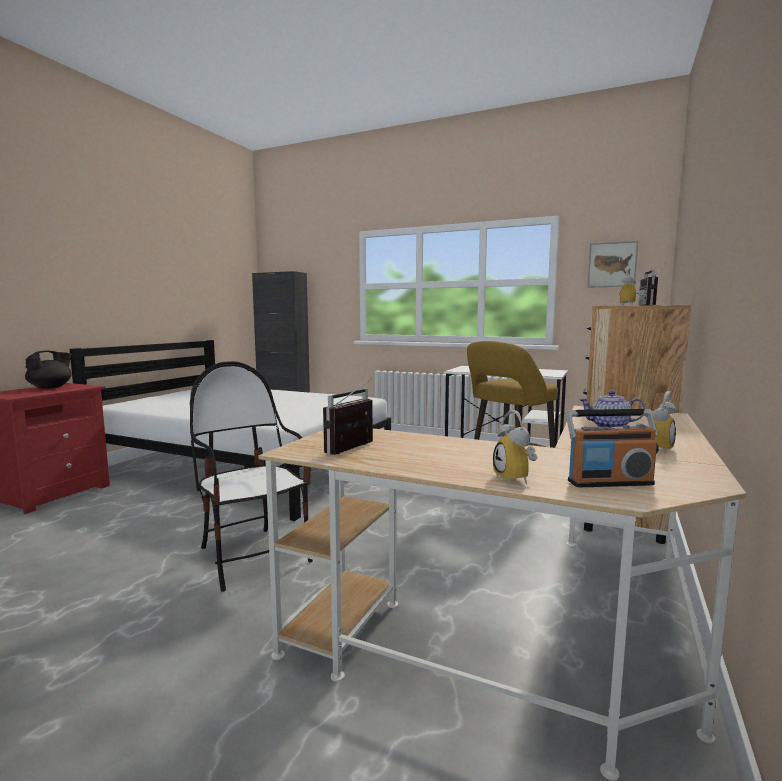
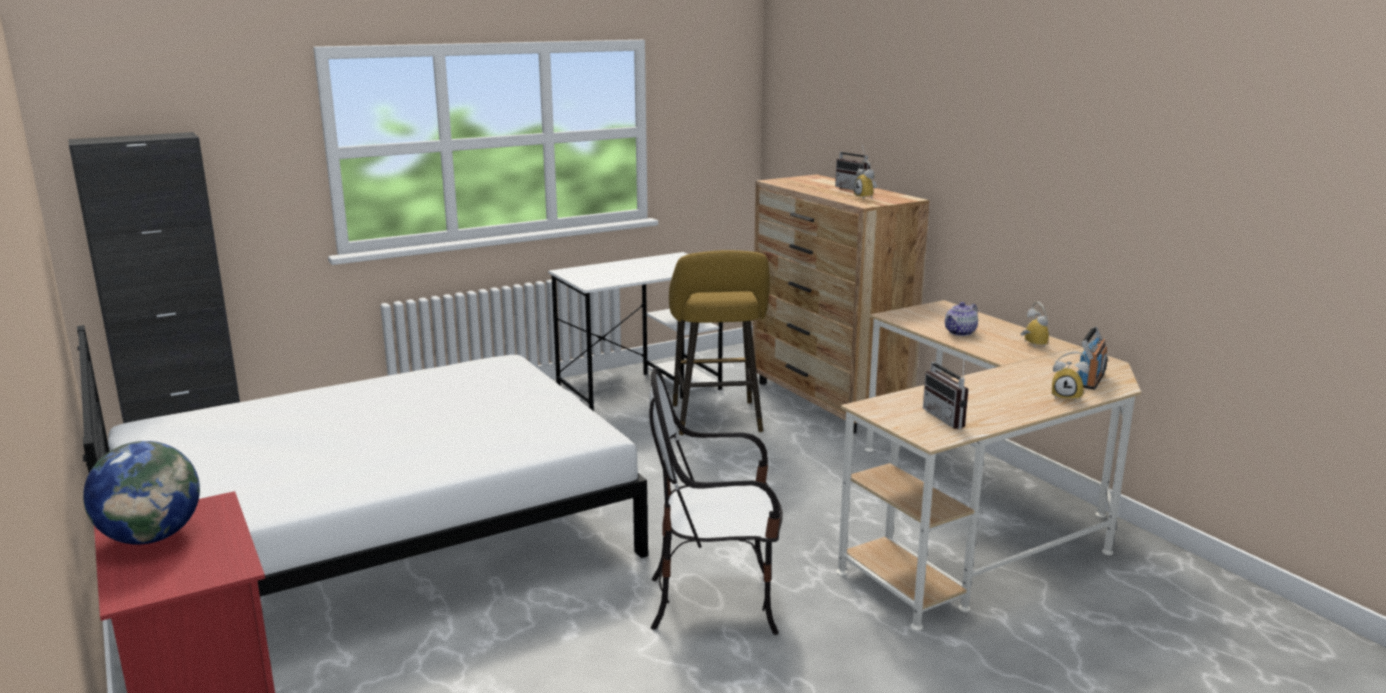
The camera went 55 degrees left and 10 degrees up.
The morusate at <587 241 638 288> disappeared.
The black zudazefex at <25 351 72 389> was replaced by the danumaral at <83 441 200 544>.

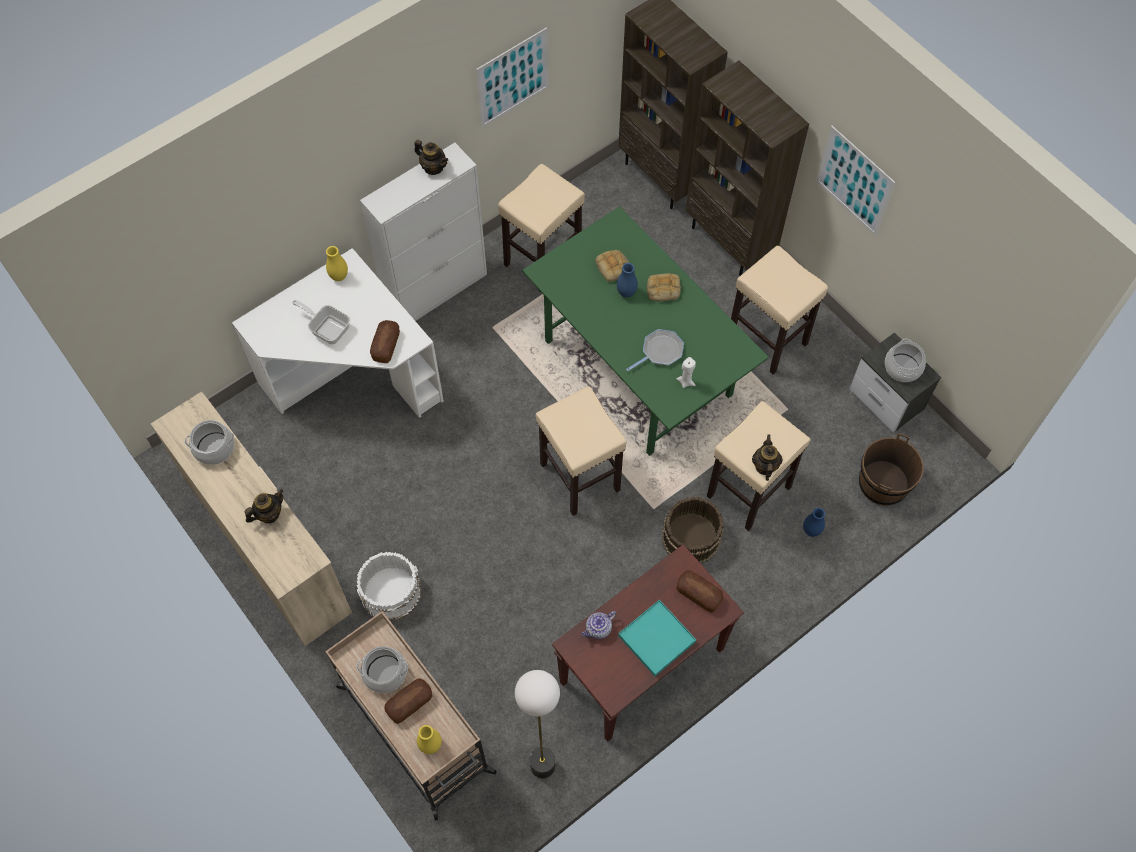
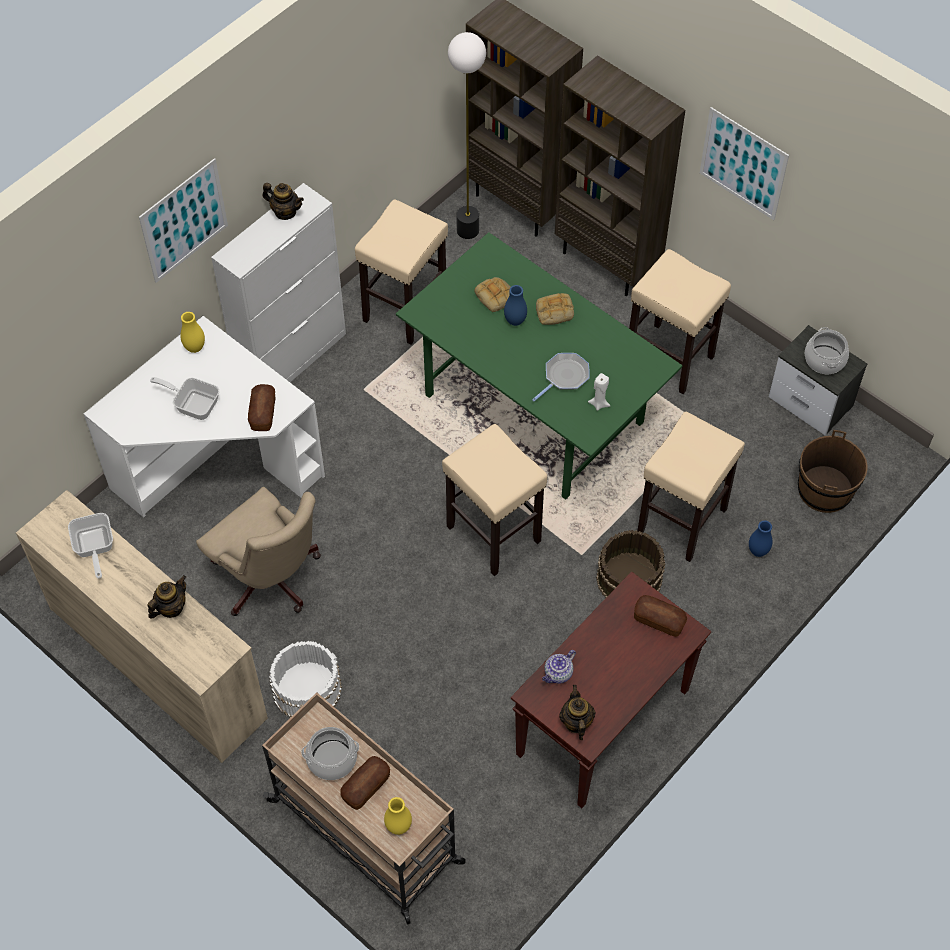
The camera went 10 degrees left and 5 degrees down.
The morusate moved from <476 27 548 128> to <139 158 228 283>.
The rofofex at <185 420 234 465> was replaced by the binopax at <68 513 113 579>.
The zudazefex moved from <752 434 783 481> to <559 685 596 740>.
The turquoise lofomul at <618 600 696 676> disappeared.
The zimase moved from <515 670 560 778> to <448 32 486 239>.
The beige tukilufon at <196 487 321 616> appeared.

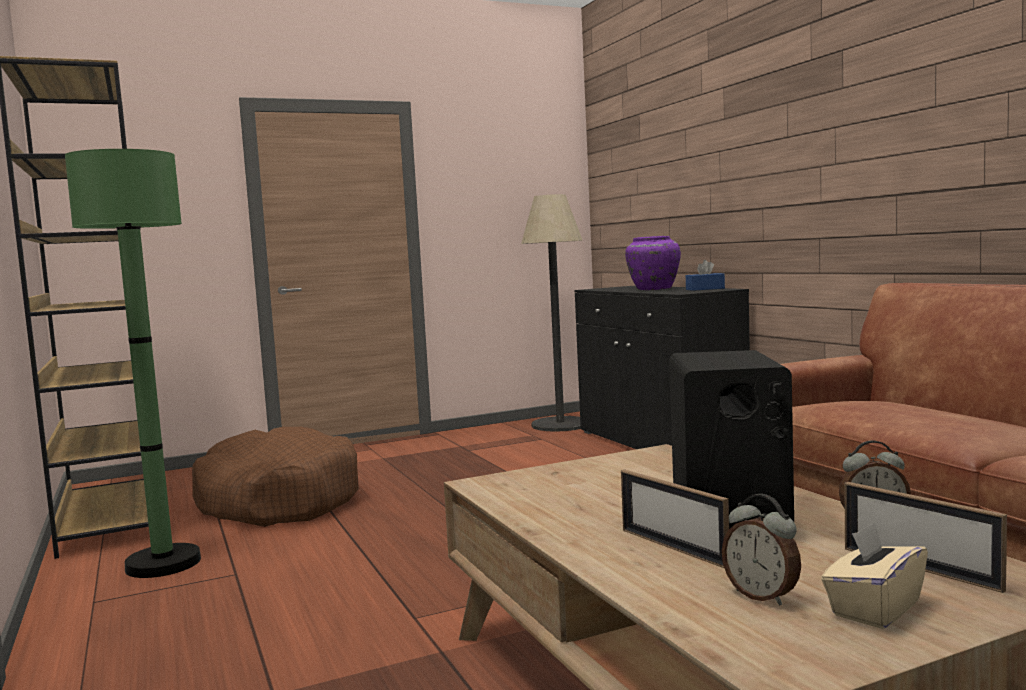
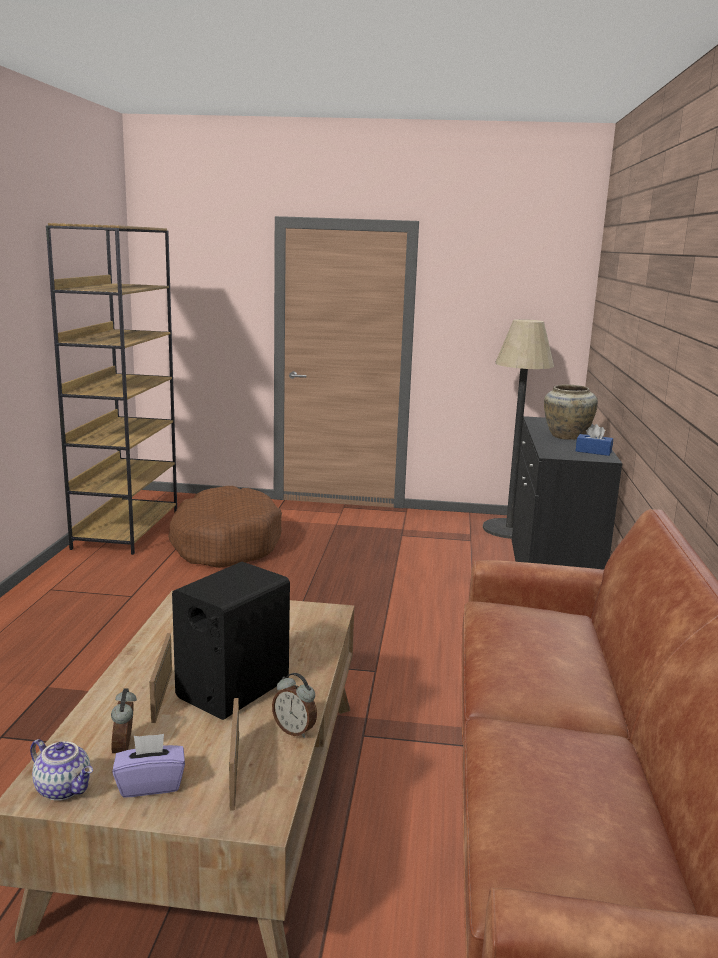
The camera went 30 degrees right and 10 degrees up.
The green zimase at <65 149 201 578> disappeared.
The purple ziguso at <625 236 681 290> became the beige ziguso at <544 384 598 440>.
The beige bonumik at <821 522 928 629> became the purple bonumik at <112 734 185 797>.
The zudazefex at <30 739 93 801> appeared.

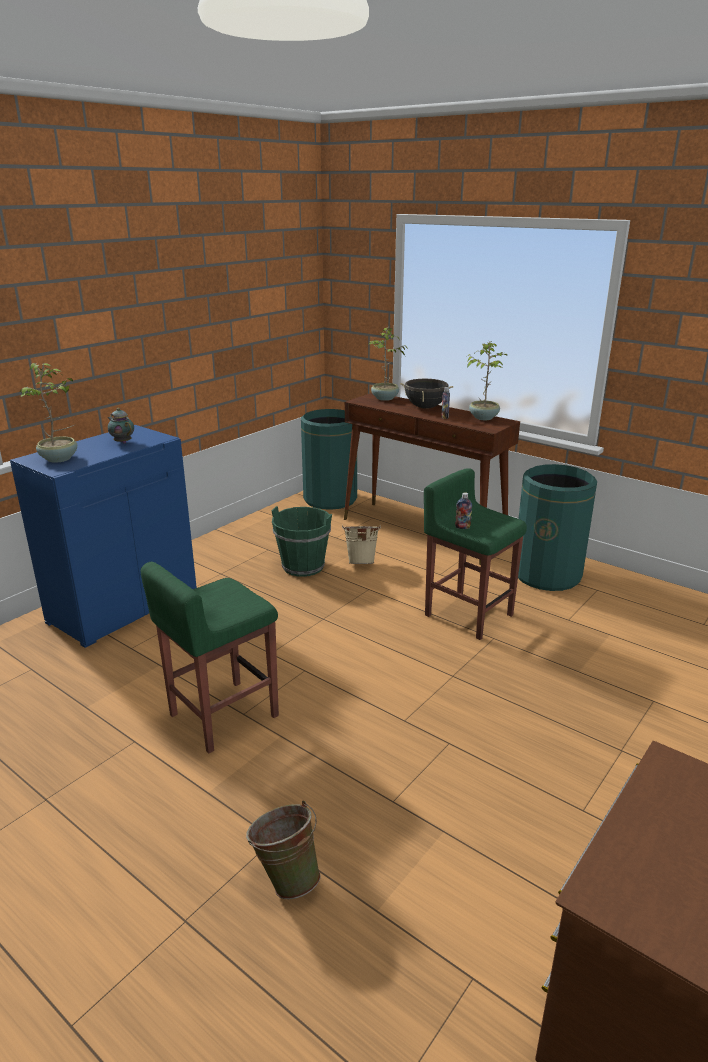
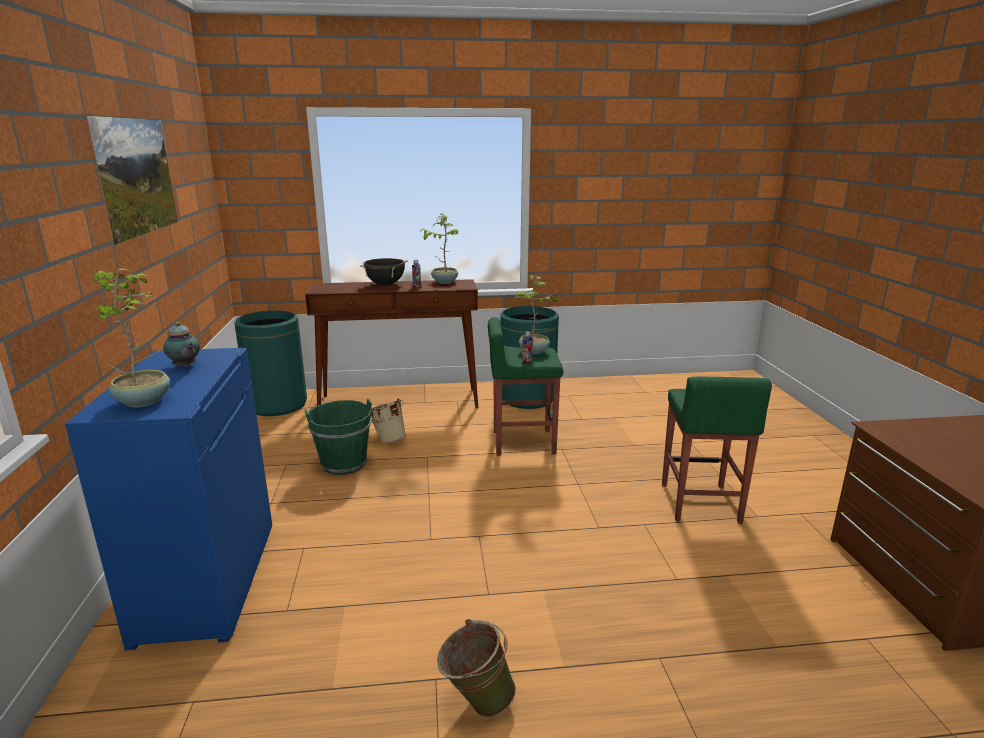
The camera went 45 degrees left and 5 degrees down.
The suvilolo moved from <368 327 408 401> to <515 275 562 355>.
The zudazefex at <108 408 134 443> turned 135 degrees counterclockwise.
The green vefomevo moved from <141 562 279 754> to <662 377 772 524>.
The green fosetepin moved from <246 801 321 899> to <437 619 516 717>.
The morusate at <87 116 178 245> appeared.

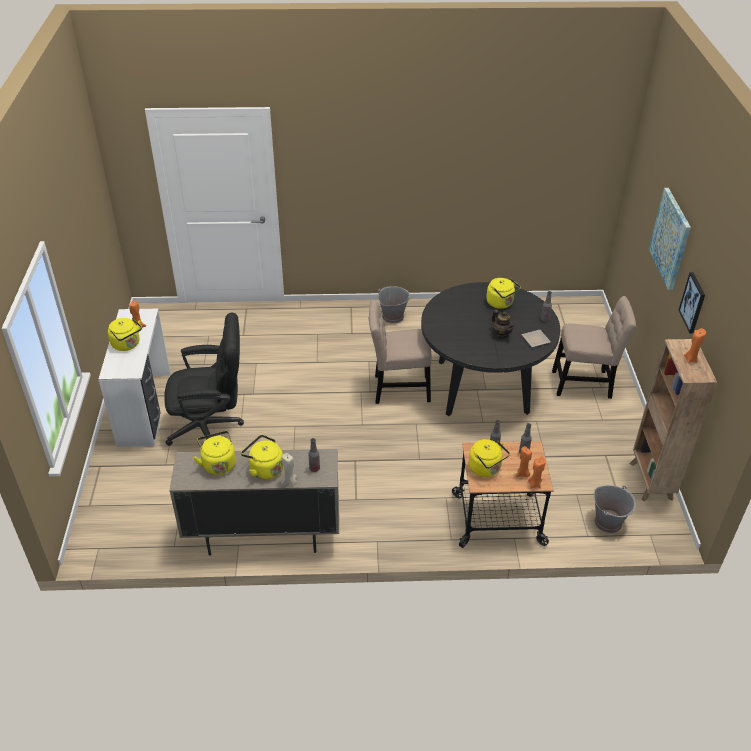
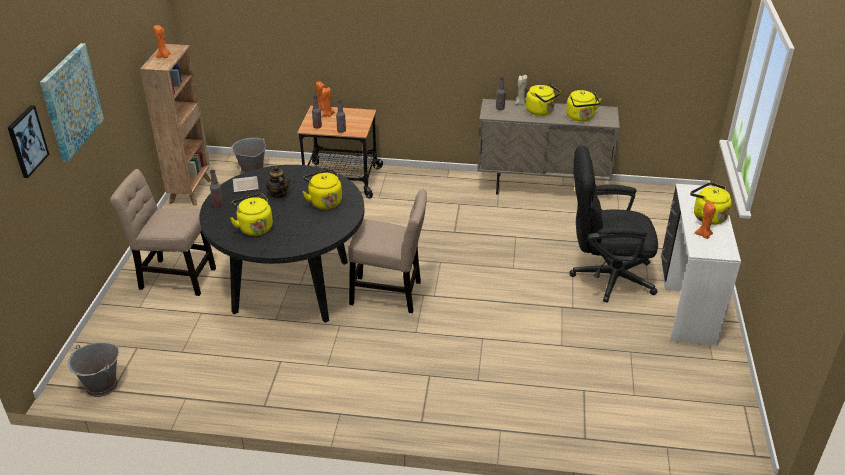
The camera went 170 degrees left and 5 degrees down.
The morusate moved from <679 272 705 333> to <8 105 50 178>.
The grey fosetepin moved from <378 286 410 323> to <68 343 119 397>.
The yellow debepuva moved from <469 439 510 477> to <303 169 342 209>.

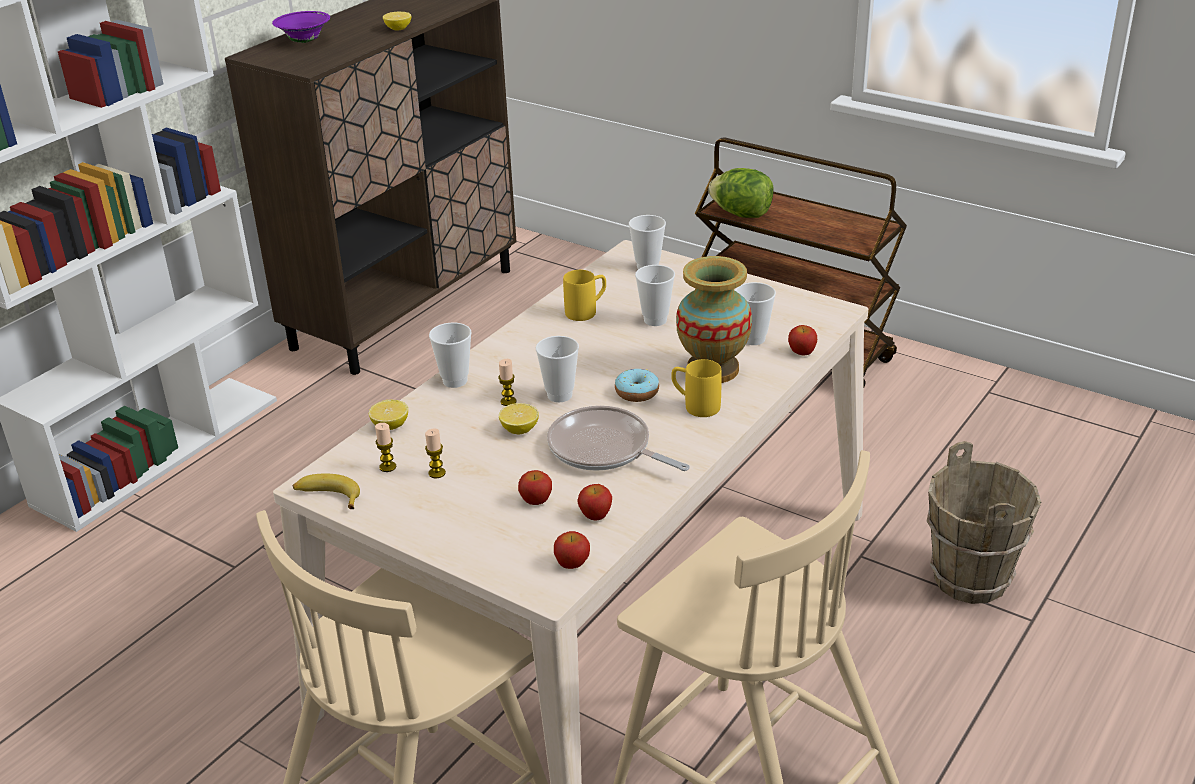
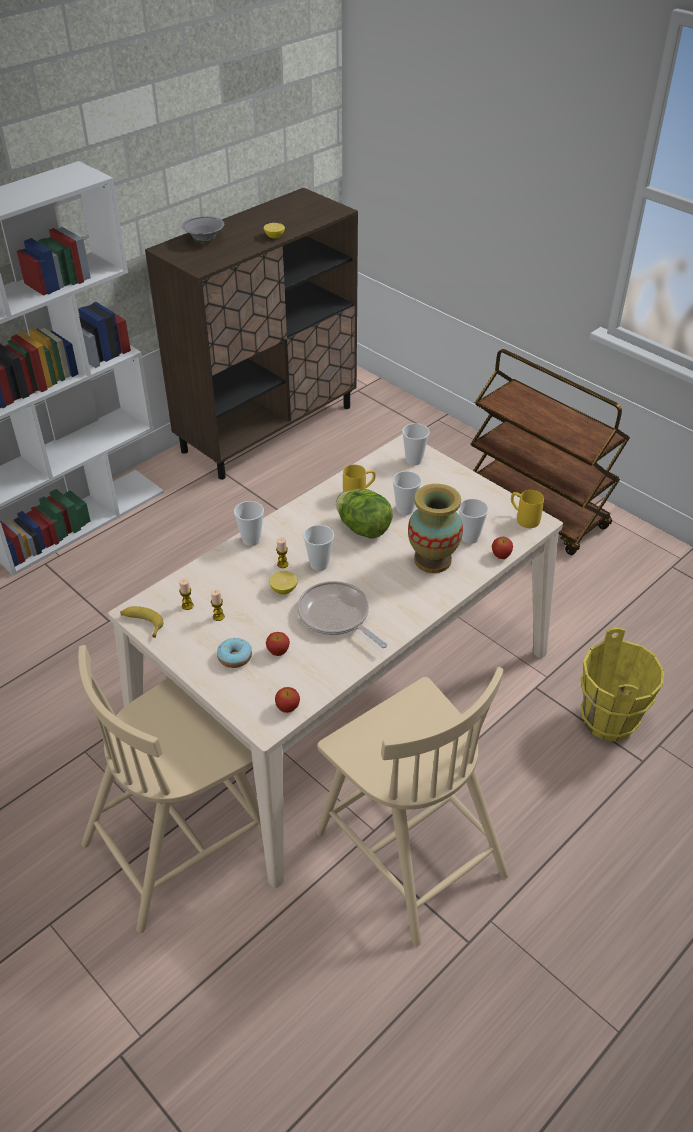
The camera went 10 degrees right and 10 degrees up.
The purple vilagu at <272 11 330 43> became the grey vilagu at <182 216 224 242>.
The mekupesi moved from <708 168 774 218> to <336 489 393 539>.
The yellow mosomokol moved from <671 359 722 417> to <511 490 544 528>.
The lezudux moved from <615 369 659 402> to <217 638 252 668>.
The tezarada at <369 400 408 430> disappeared.
The brown fosetepin at <927 441 1041 604> became the yellow fosetepin at <580 627 664 742>.
The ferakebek at <577 484 612 521> disappeared.

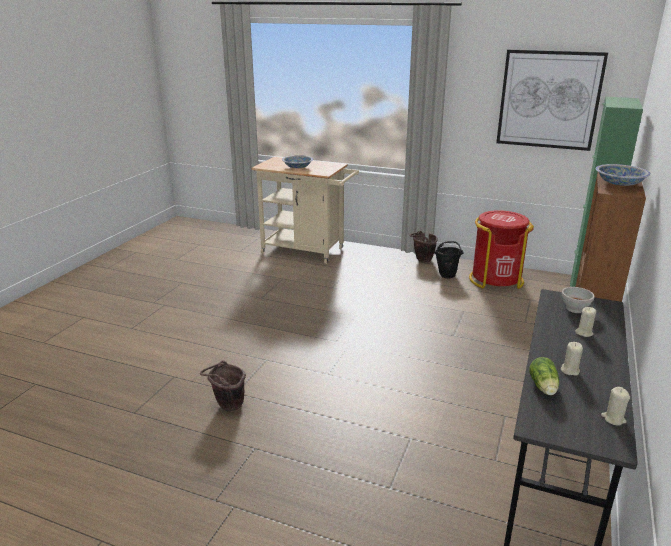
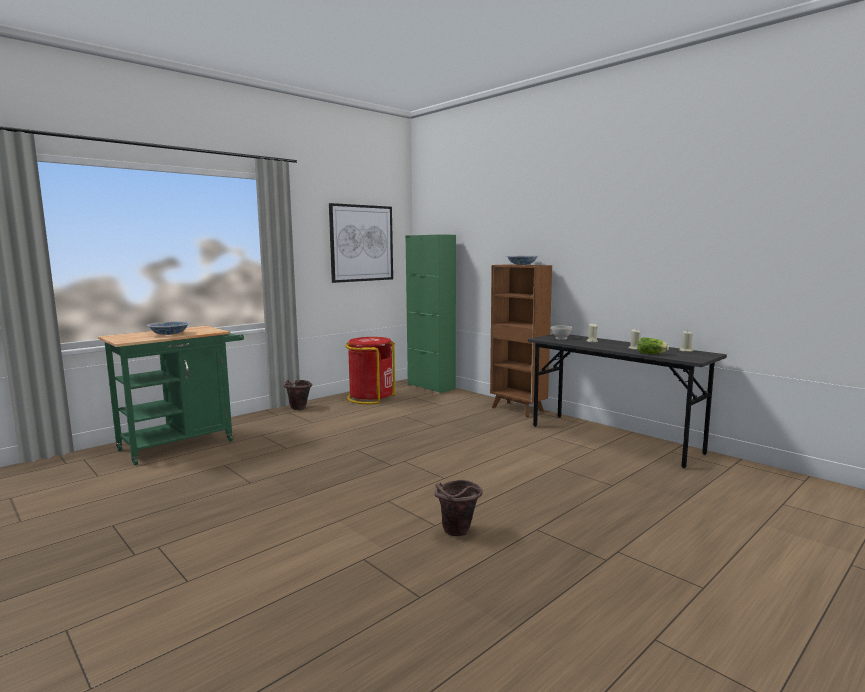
The camera went 65 degrees left and 15 degrees down.
The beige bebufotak at <251 157 359 264> became the green bebufotak at <98 326 244 465>.
The black fosetepin at <434 241 464 279> disappeared.

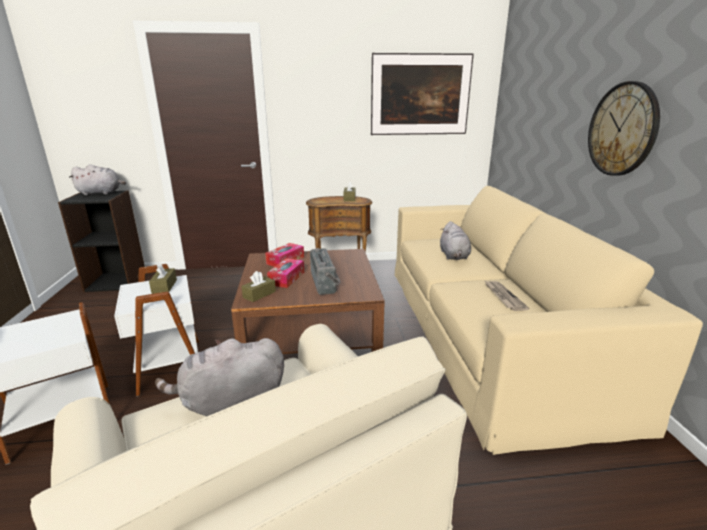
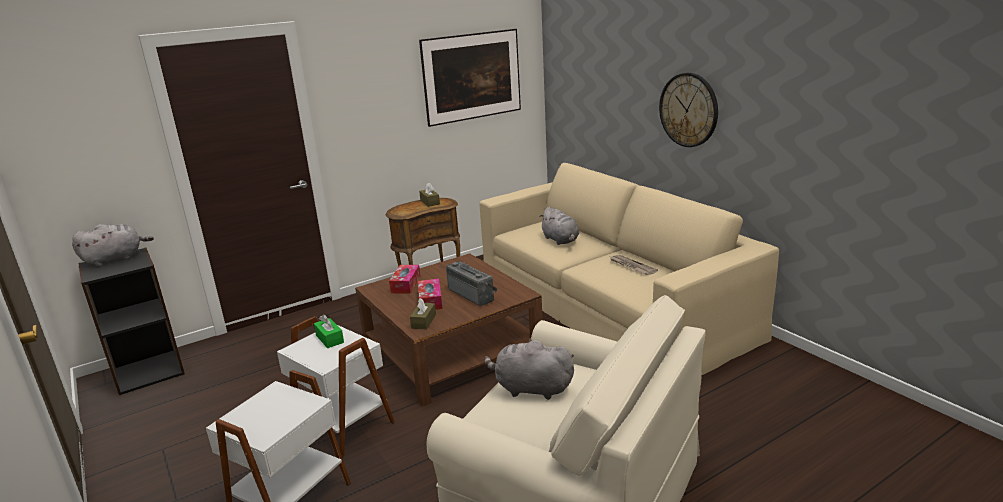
The camera went 25 degrees left and 0 degrees up.
The brown bonumik at <149 263 177 294> became the green bonumik at <314 314 344 348>.
The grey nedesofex at <155 338 284 416> turned 60 degrees clockwise.

